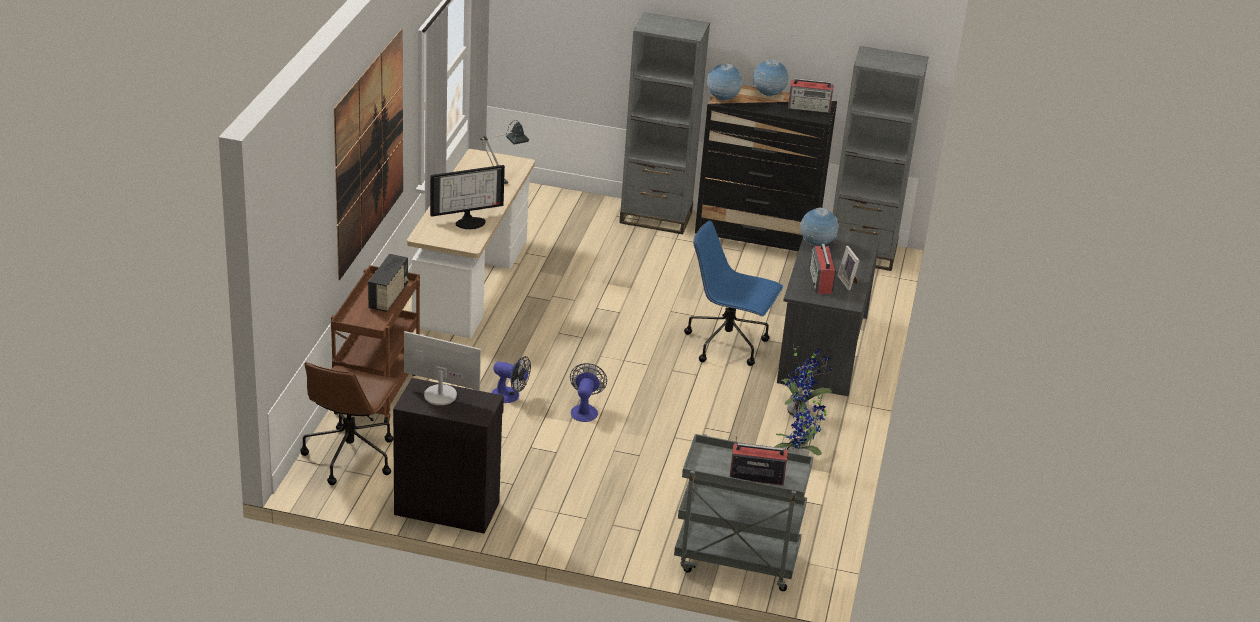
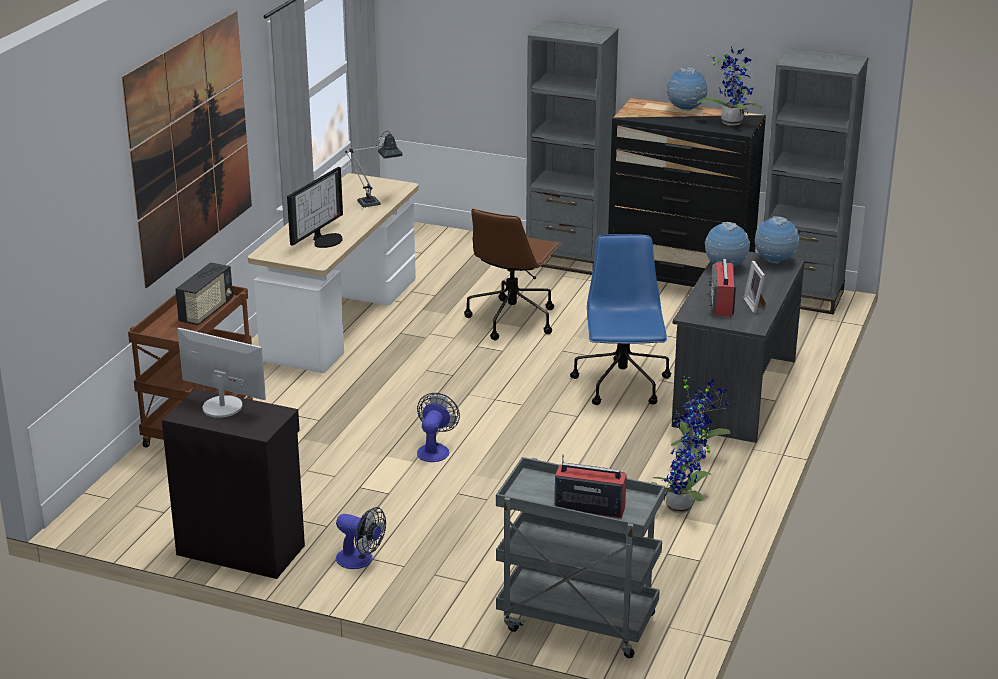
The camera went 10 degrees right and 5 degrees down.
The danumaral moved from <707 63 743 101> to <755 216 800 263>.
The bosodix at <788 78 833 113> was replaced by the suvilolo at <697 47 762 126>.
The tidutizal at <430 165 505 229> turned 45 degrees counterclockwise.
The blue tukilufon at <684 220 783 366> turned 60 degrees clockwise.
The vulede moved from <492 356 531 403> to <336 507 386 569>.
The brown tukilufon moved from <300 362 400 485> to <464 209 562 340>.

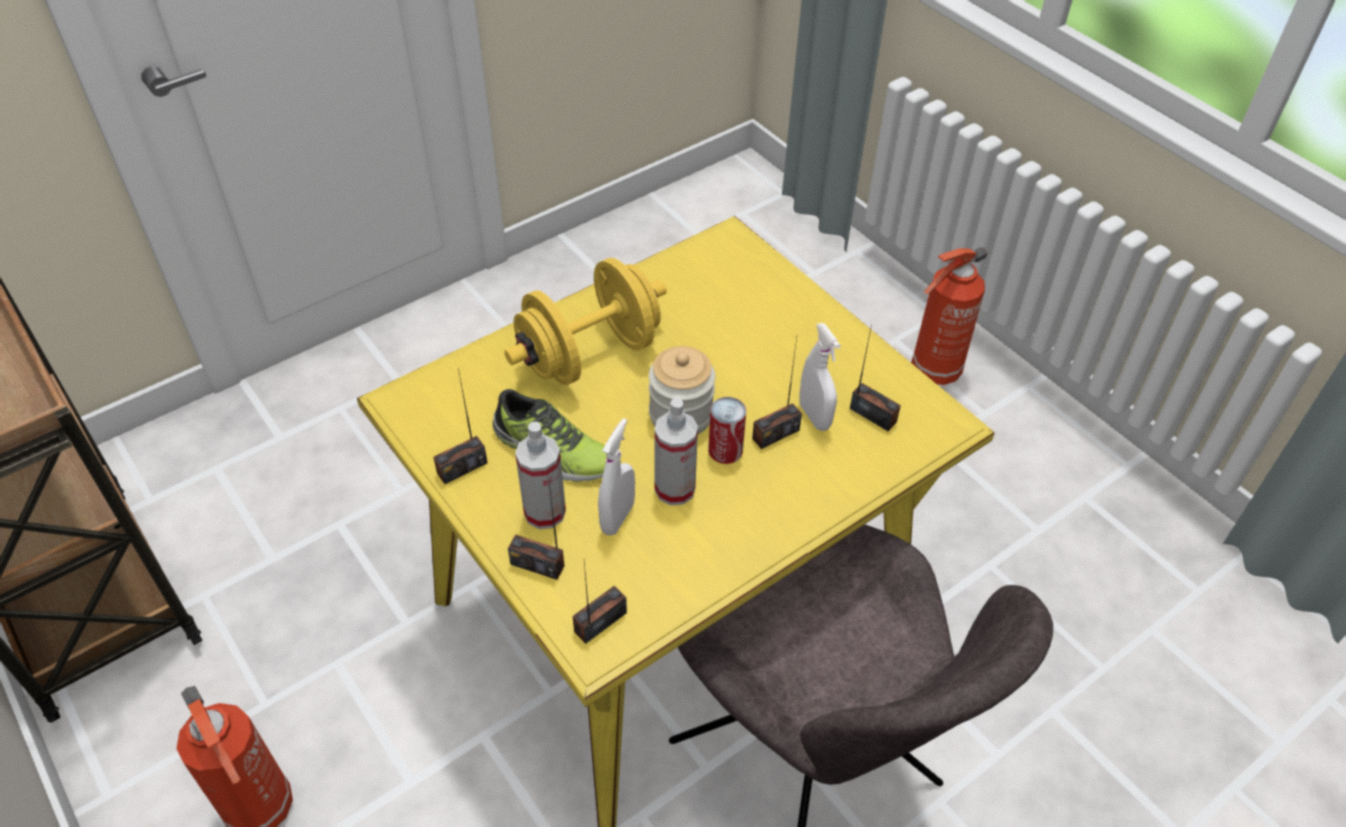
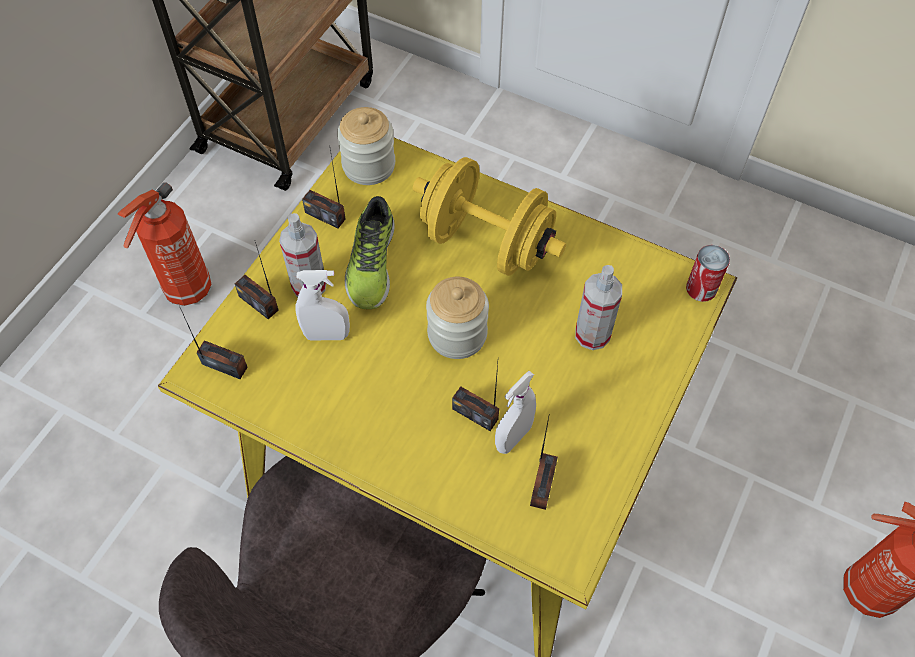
The camera went 65 degrees right and 10 degrees up.
The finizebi moved from <708 397 746 464> to <686 245 730 302>.
The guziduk moved from <654 398 698 505> to <575 265 622 350>.
The bosodix at <508 482 564 580> turned 45 degrees counterclockwise.
The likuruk at <337 107 395 185> appeared.

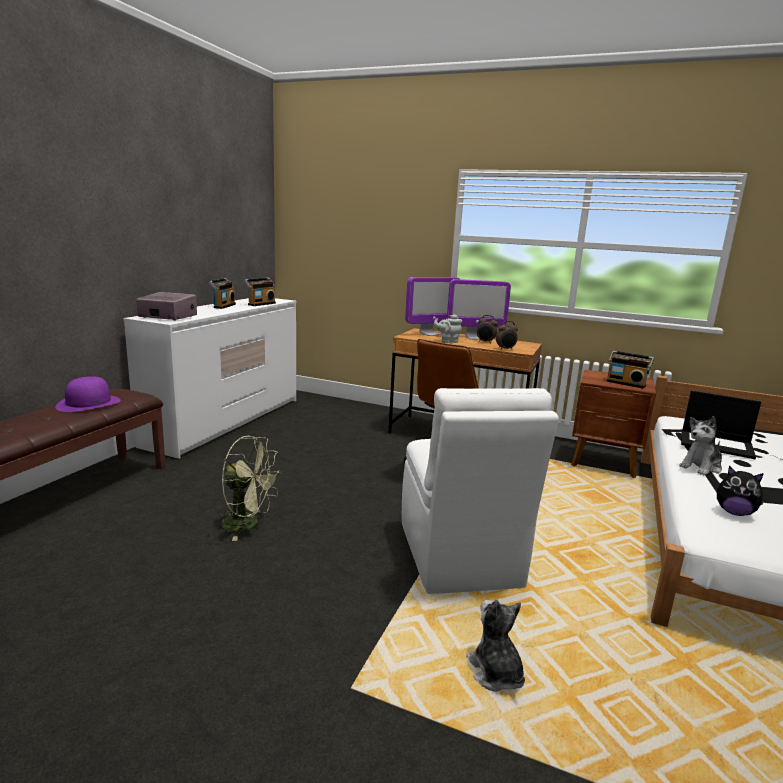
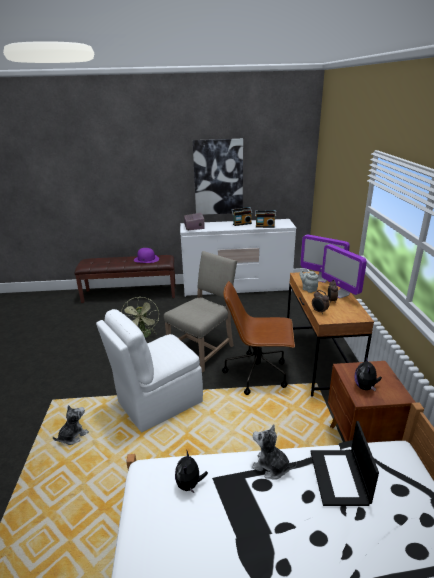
The camera went 65 degrees right and 10 degrees up.
The bosodix at <607 351 654 389> was replaced by the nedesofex at <355 357 382 391>.
The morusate at <193 139 243 215> appeared.
The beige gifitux at <164 251 237 372> appeared.

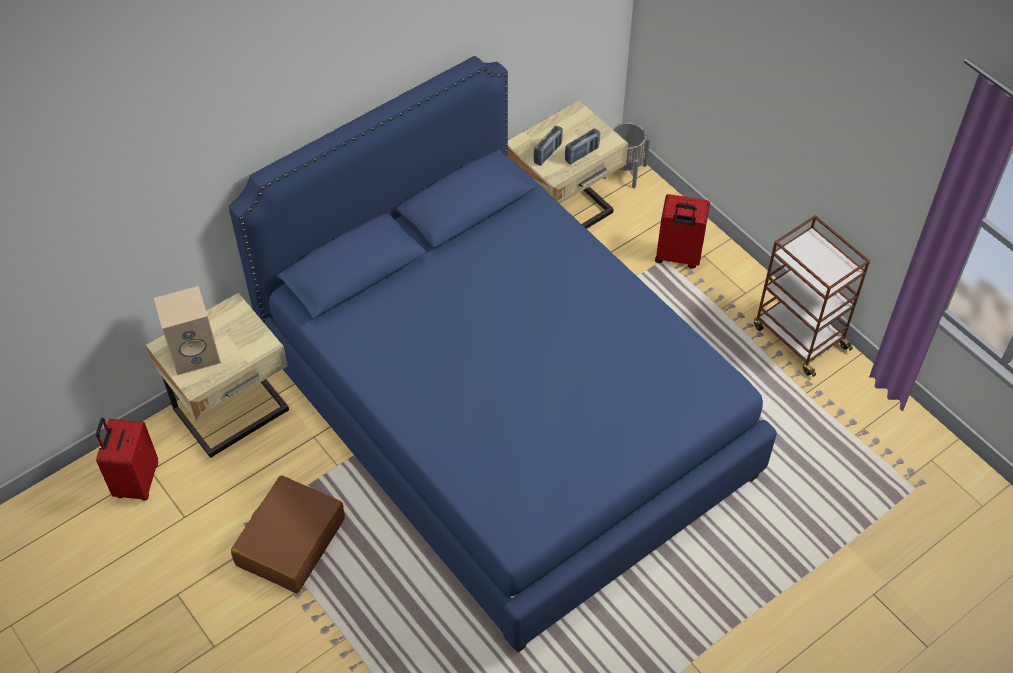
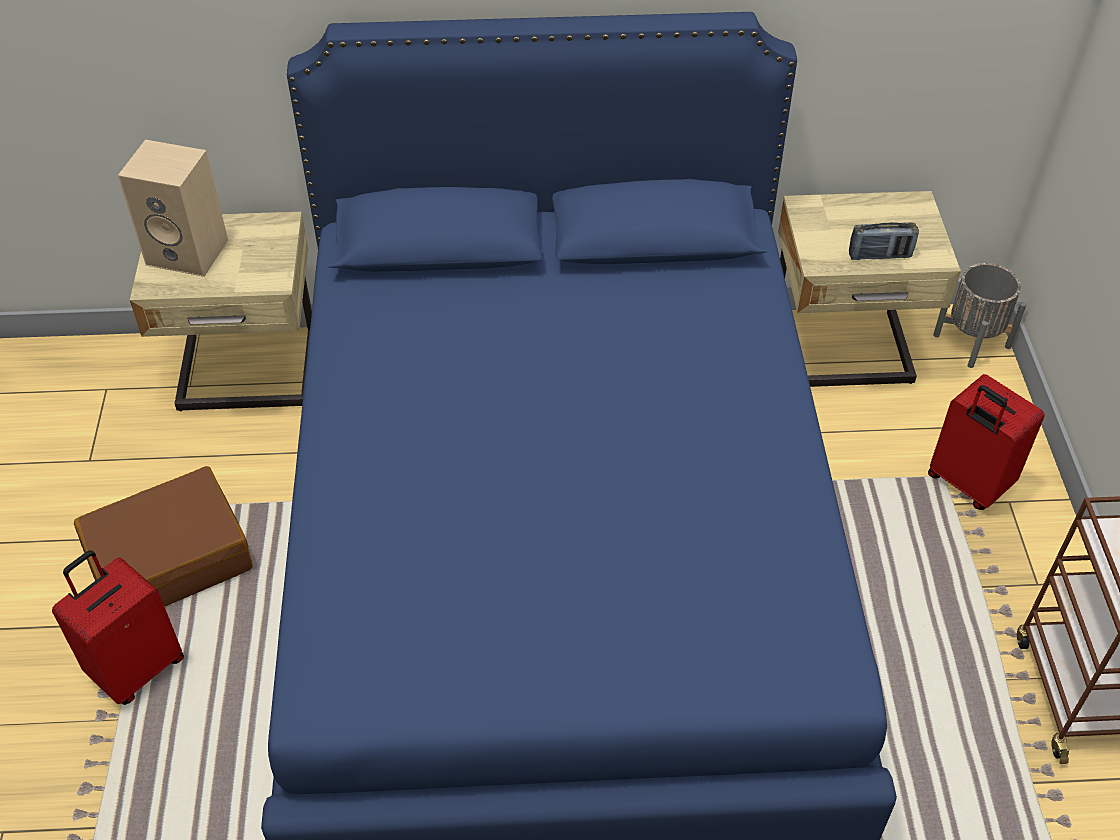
The camera went 35 degrees right and 5 degrees down.
The bosodix at <534 126 563 166> disappeared.
The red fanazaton moved from <96 418 158 501> to <52 550 184 705>.

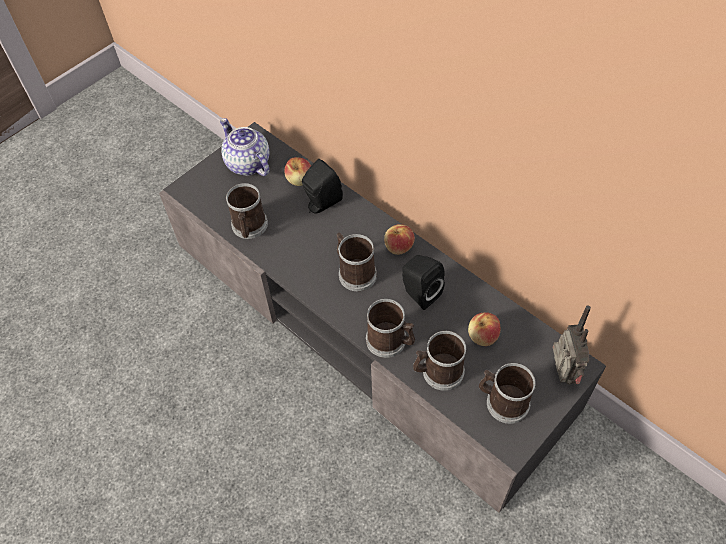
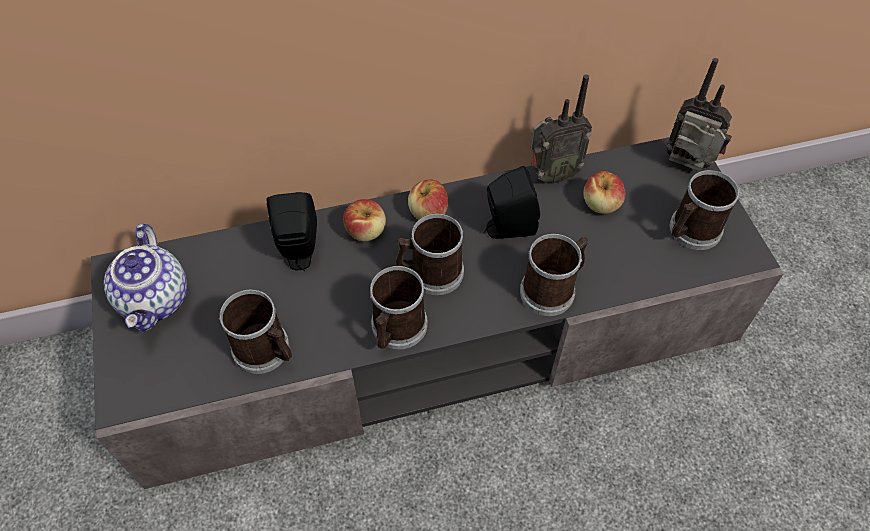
The camera went 60 degrees left and 0 degrees up.
The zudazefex at <220 118 269 176> turned 90 degrees counterclockwise.
The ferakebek moved from <284 157 311 186> to <343 199 386 241>.
The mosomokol moved from <413 331 466 391> to <370 266 428 349>.
The bosodix at <530 75 592 184> appeared.

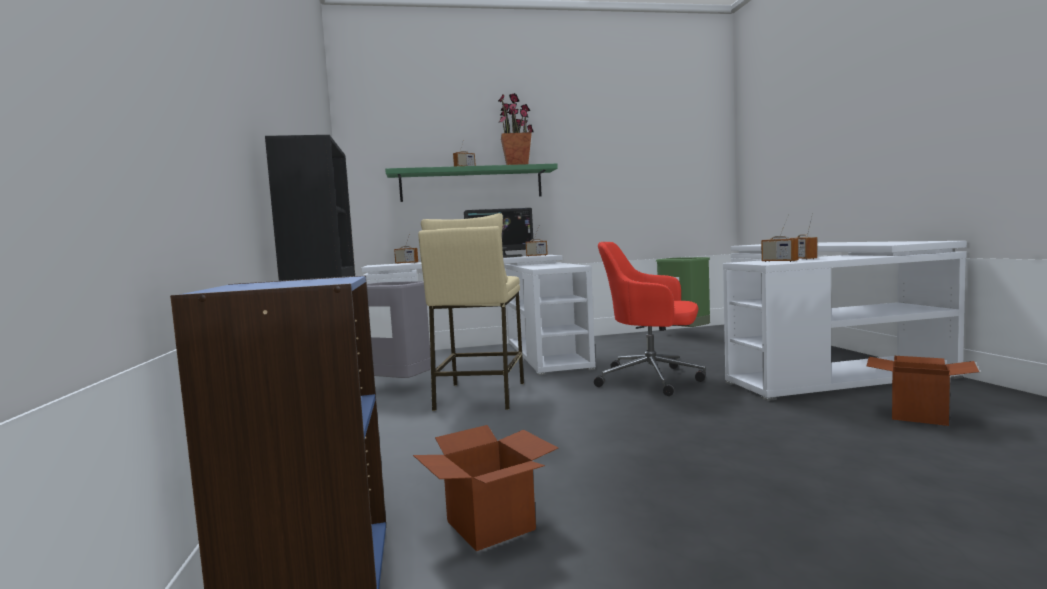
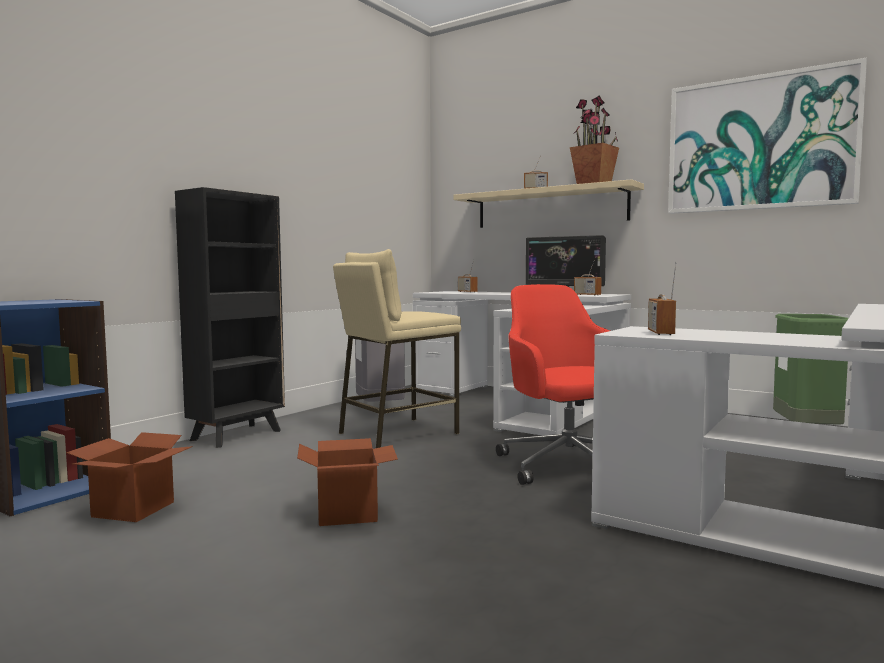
The camera went 45 degrees right and 0 degrees up.
The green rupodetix at <385 164 558 202> became the beige rupodetix at <454 179 644 228>.
The bosodix at <789 213 817 260> disappeared.
The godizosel moved from <867 356 979 426> to <297 438 398 526>.
The morusate at <668 58 867 214> appeared.

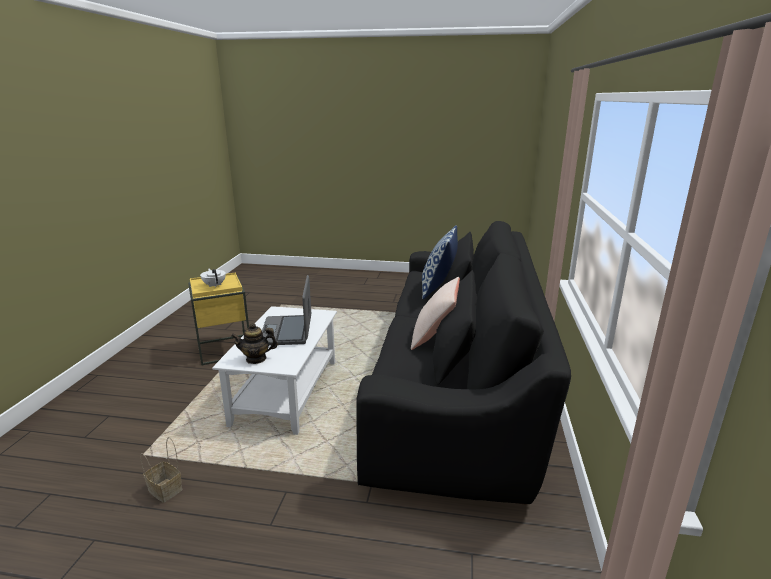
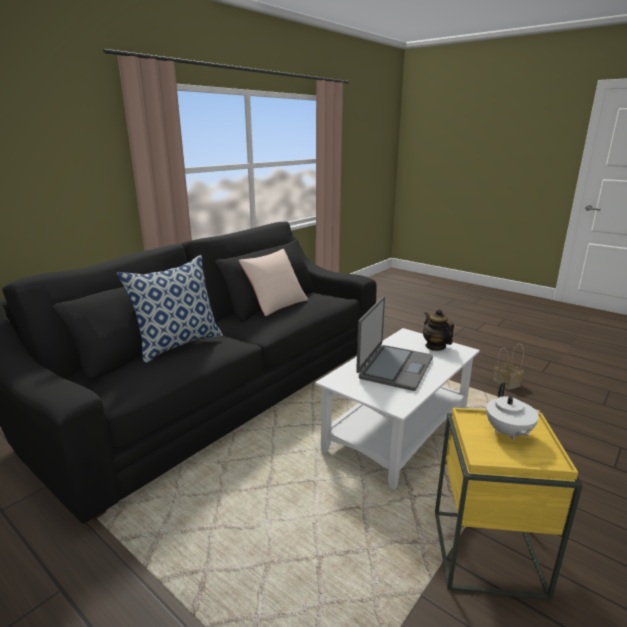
The camera went 150 degrees left and 0 degrees up.
The zudazefex at <231 323 278 364> turned 135 degrees counterclockwise.

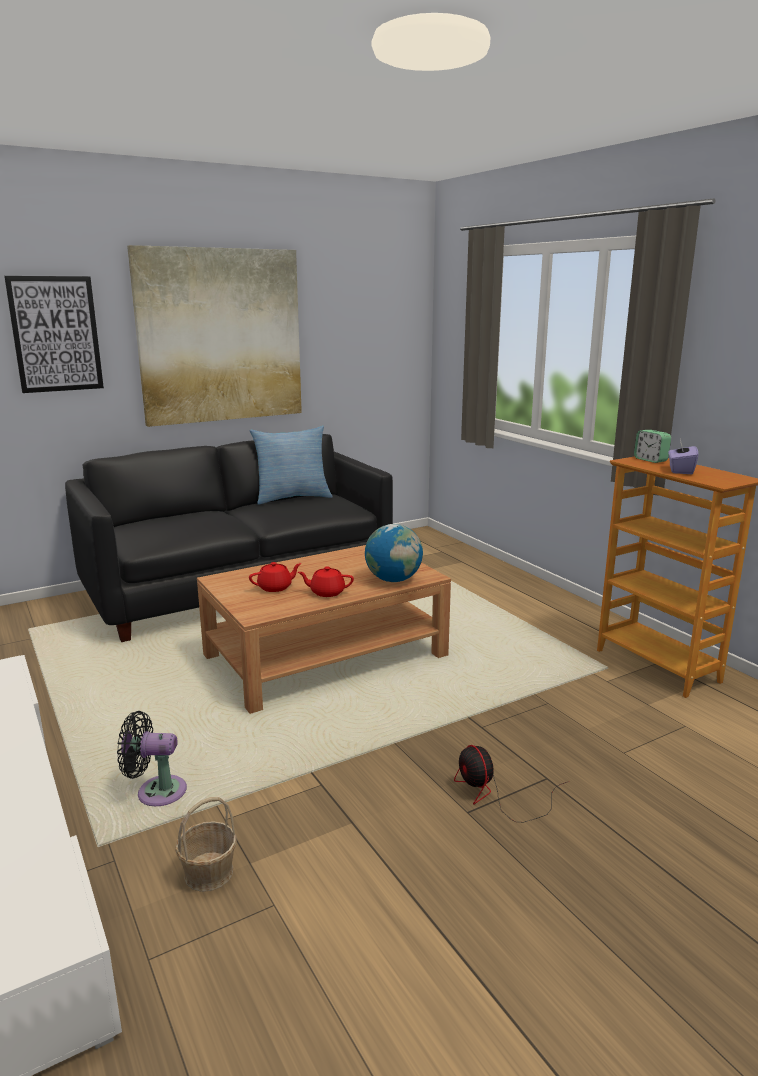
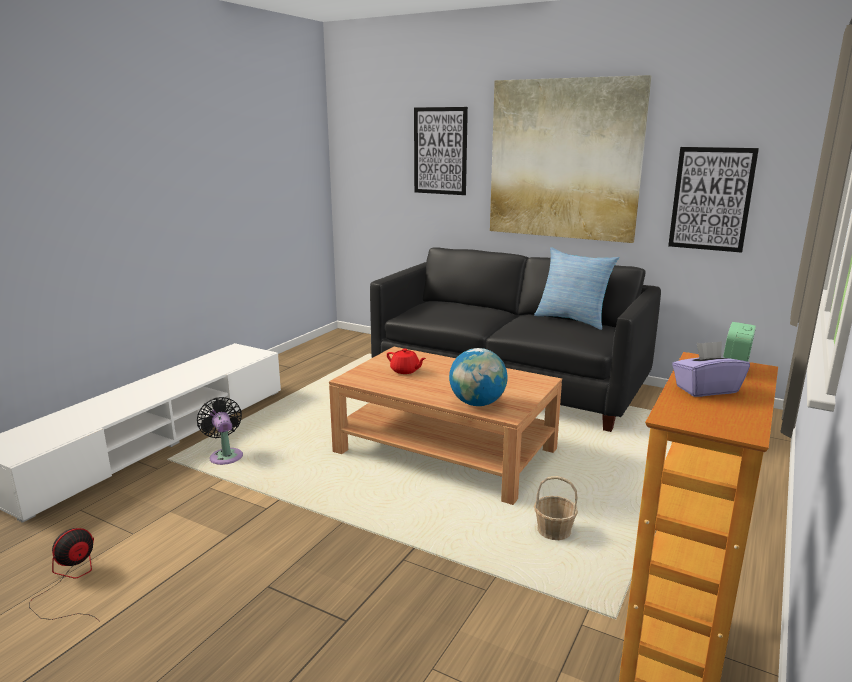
The camera went 60 degrees right and 0 degrees up.
The red zudazefex at <298 566 354 597> disappeared.
The vulede moved from <454 745 567 822> to <29 528 100 622>.
The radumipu moved from <175 797 237 892> to <534 476 578 540>.
The morusate at <668 147 759 253> appeared.

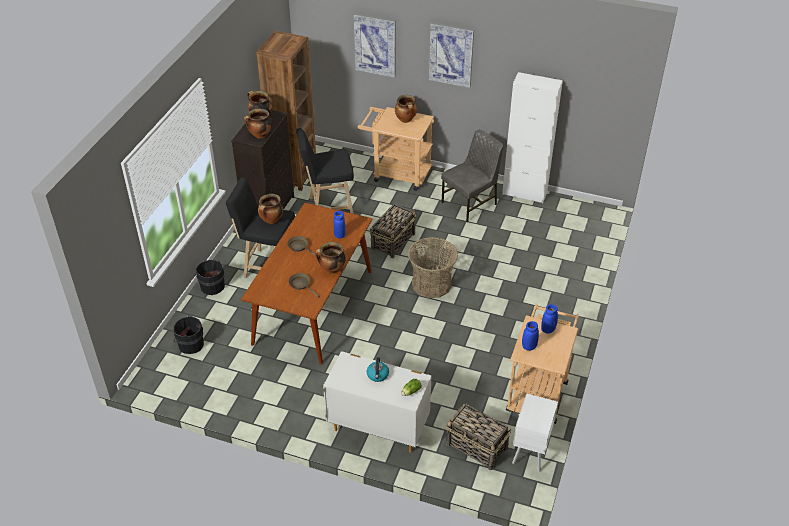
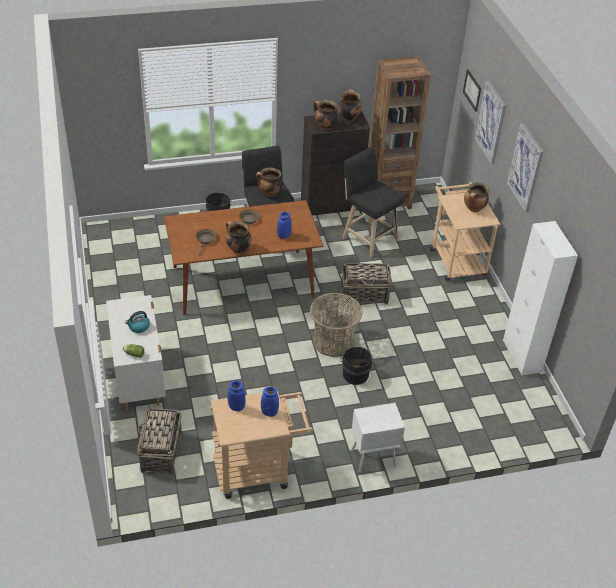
The camera went 55 degrees right and 0 degrees up.
The grey gifitux at <441 130 503 222> disappeared.
The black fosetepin moved from <174 315 204 354> to <340 347 372 385>.
The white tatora moved from <512 393 558 472> to <351 403 405 472>.
The morusate at <463 69 481 112> appeared.

